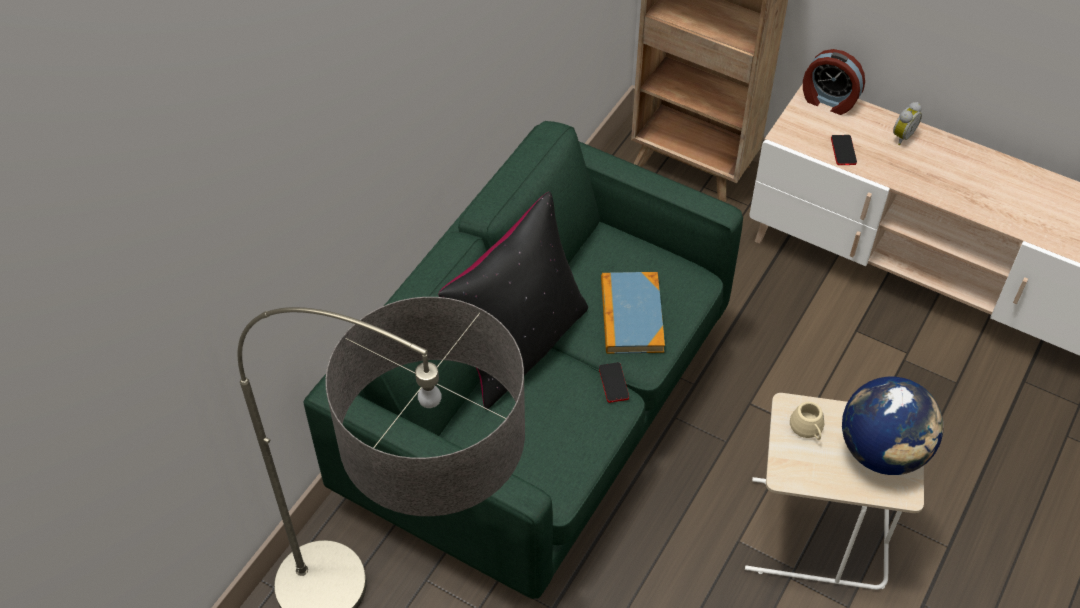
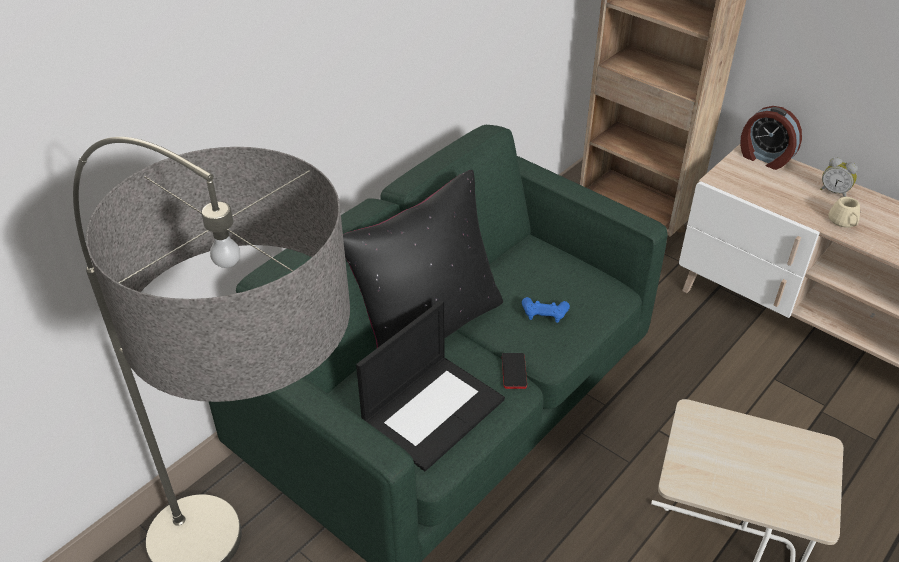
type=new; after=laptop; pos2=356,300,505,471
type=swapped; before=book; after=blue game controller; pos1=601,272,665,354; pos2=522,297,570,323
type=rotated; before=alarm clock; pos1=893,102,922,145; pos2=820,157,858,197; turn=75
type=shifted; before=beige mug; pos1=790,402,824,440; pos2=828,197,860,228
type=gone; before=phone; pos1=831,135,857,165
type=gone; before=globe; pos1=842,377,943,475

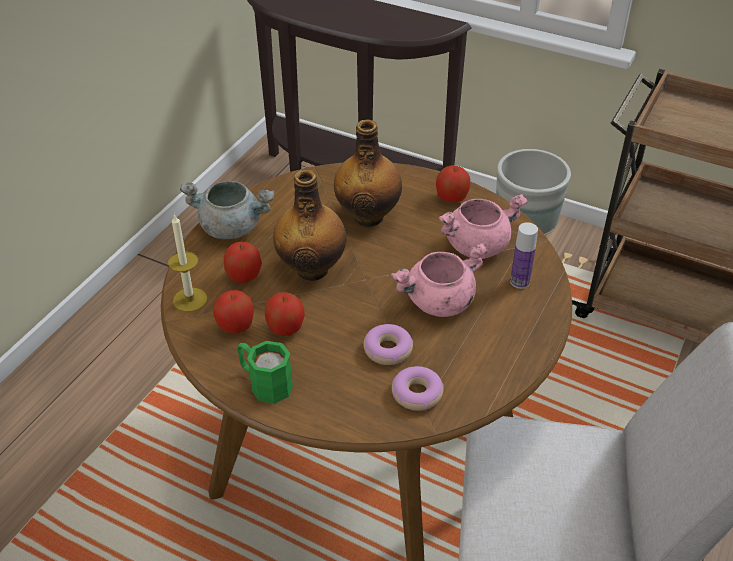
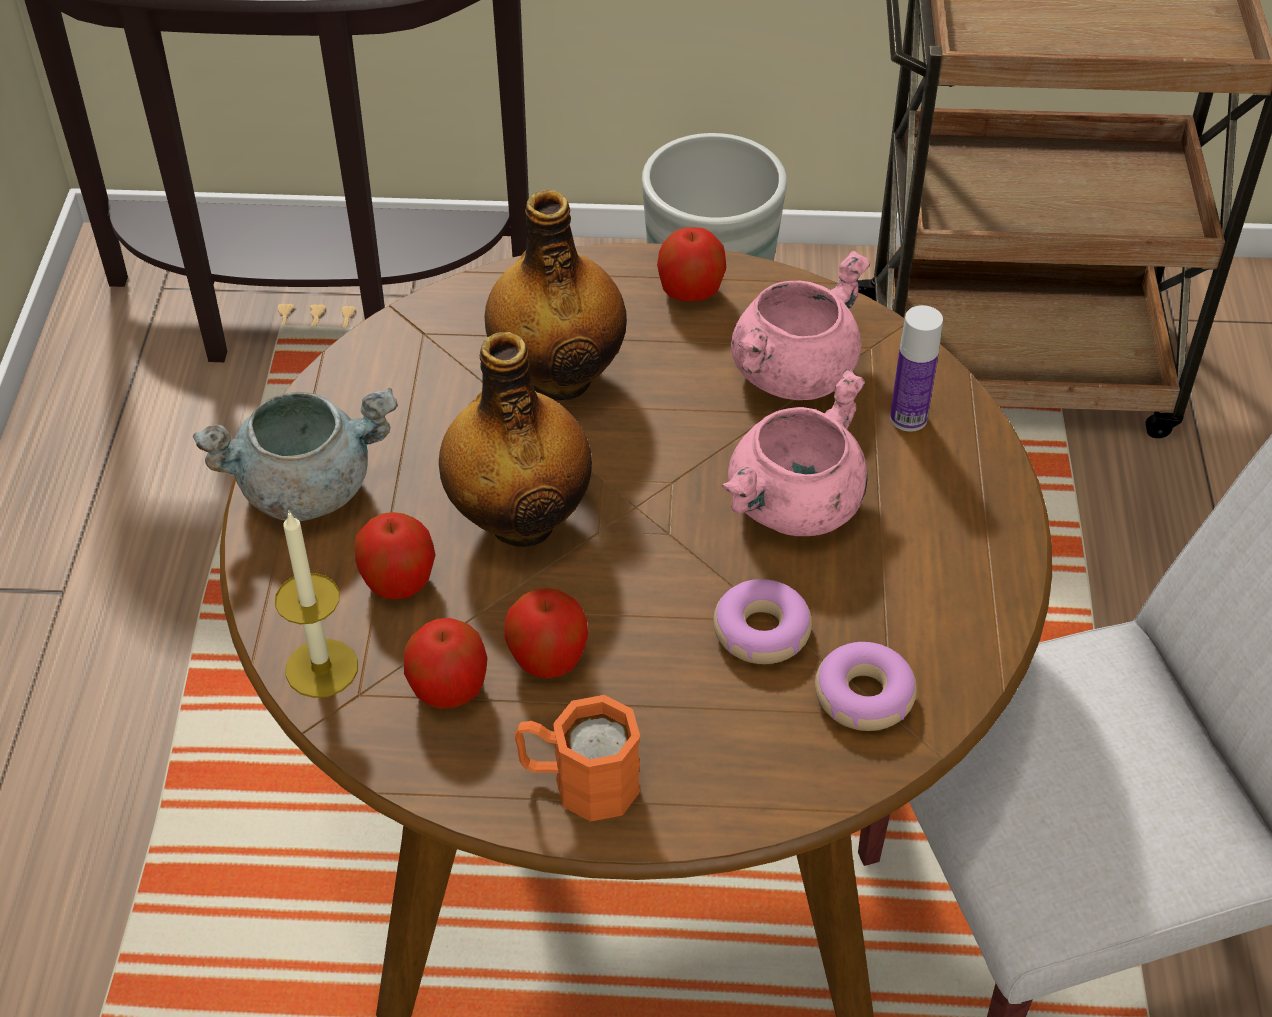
type=repainted; before=green mug; after=orange mug; pos1=237,341,293,404; pos2=515,695,640,822

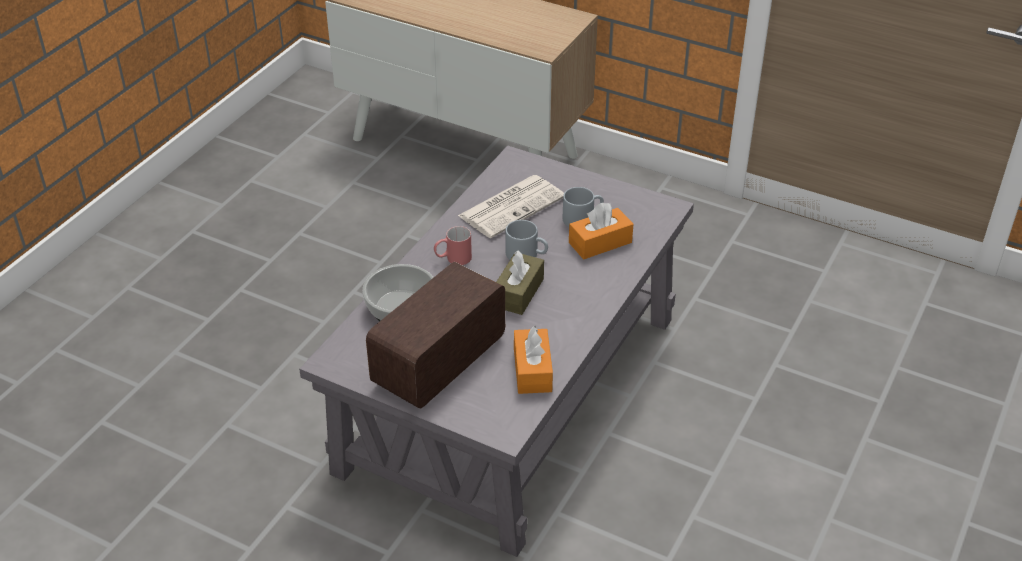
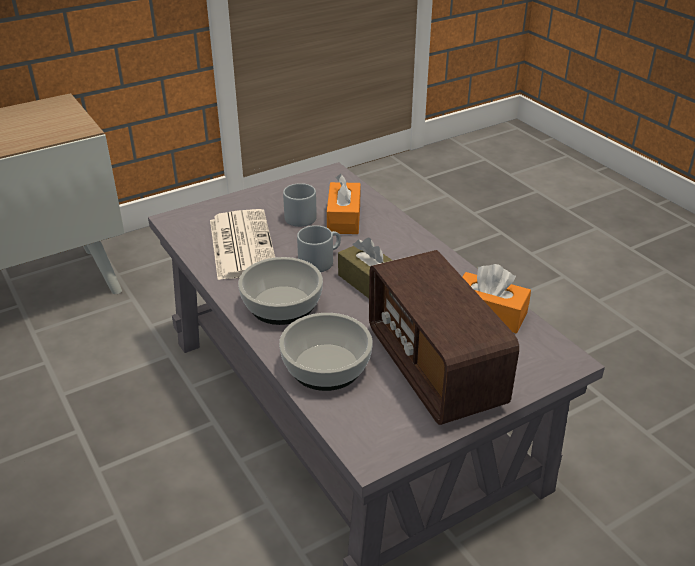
type=swapped; before=red mug; after=bowl; pos1=434,226,472,265; pos2=238,257,323,325

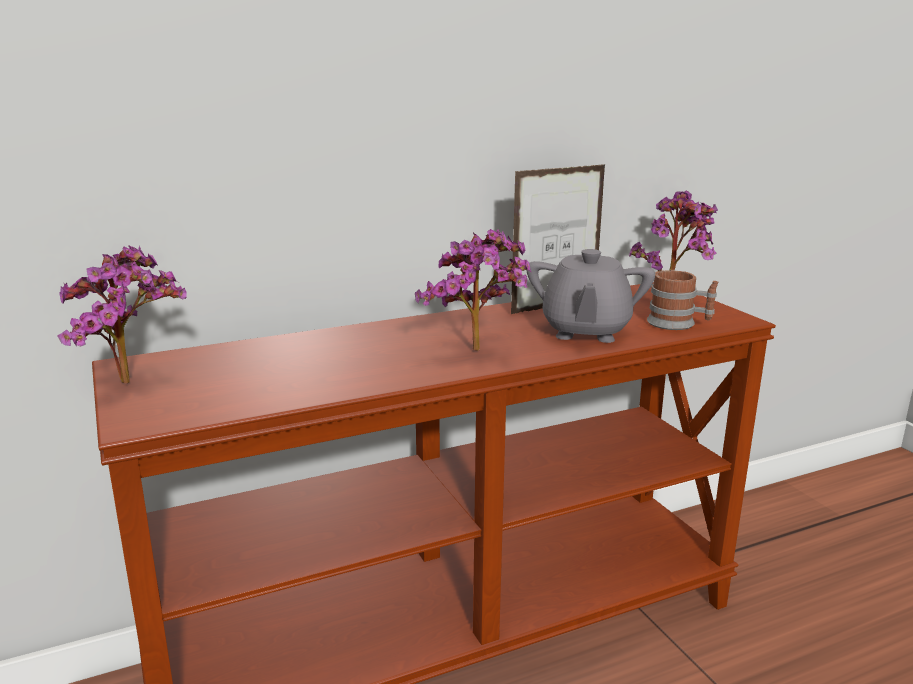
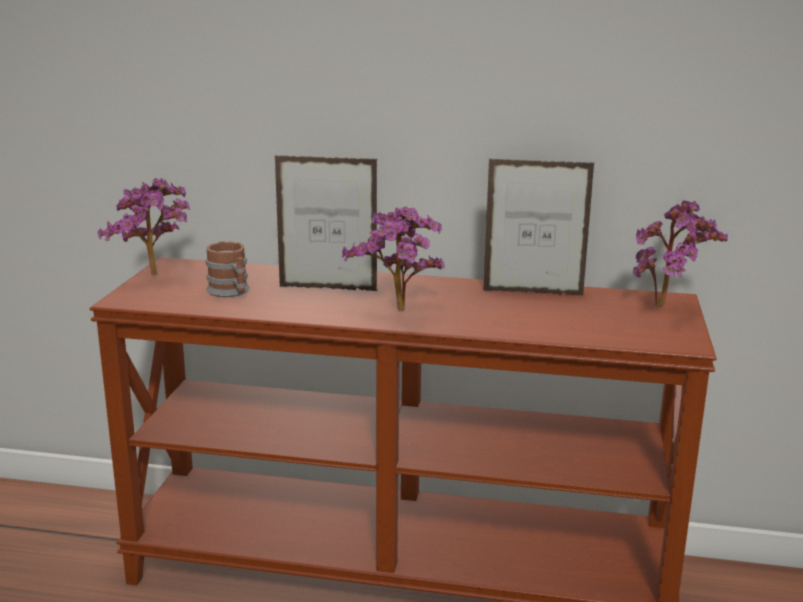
type=shifted; before=mug; pos1=647,270,718,330; pos2=206,241,250,297
type=new; after=picture frame; pos2=275,155,378,291
type=gone; before=grey teapot; pos1=526,249,655,343

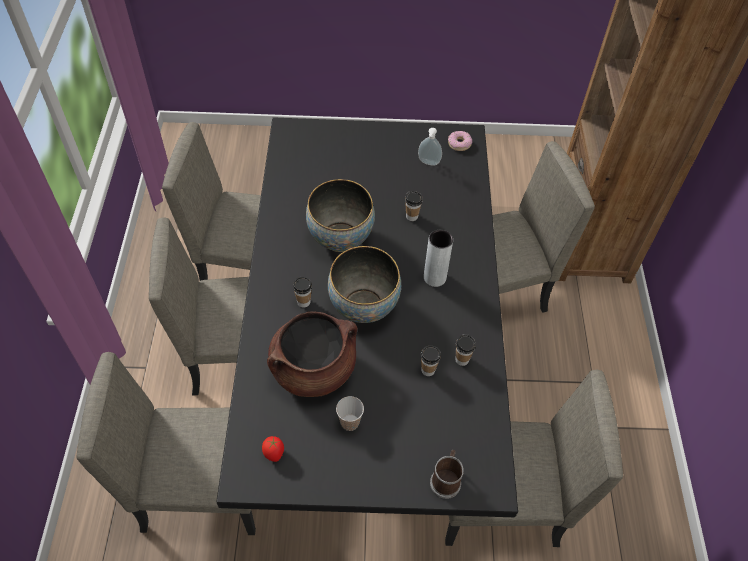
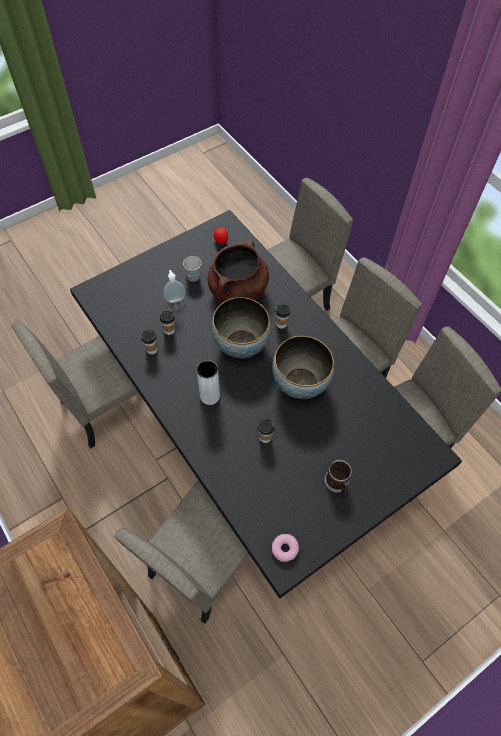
type=shifted; before=soap dispenser; pos1=418,128,442,166; pos2=164,270,185,303
type=shifted; before=mug; pos1=430,450,464,499; pos2=324,460,352,494

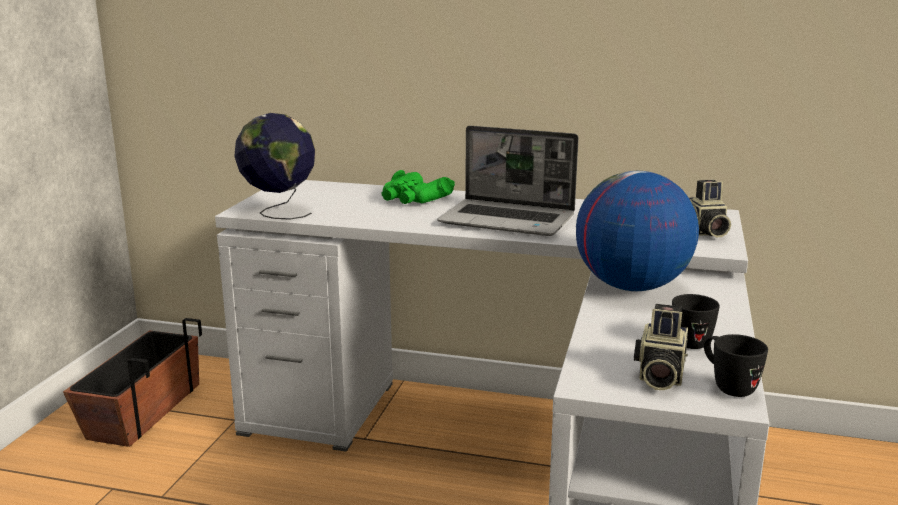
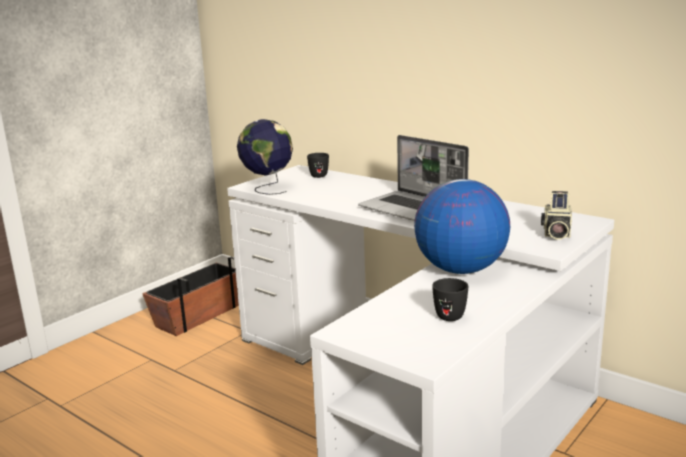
type=shifted; before=black mug; pos1=704,334,768,397; pos2=307,153,329,178
type=gone; before=green binoculars; pos1=382,170,455,204
type=gone; before=photo camera; pos1=634,304,688,390

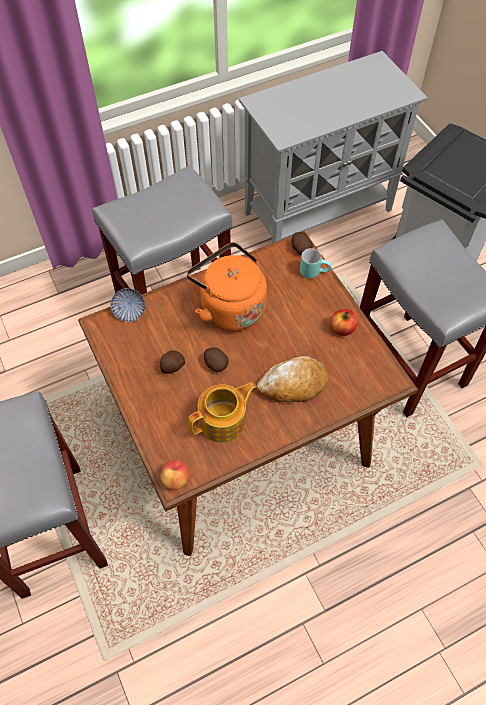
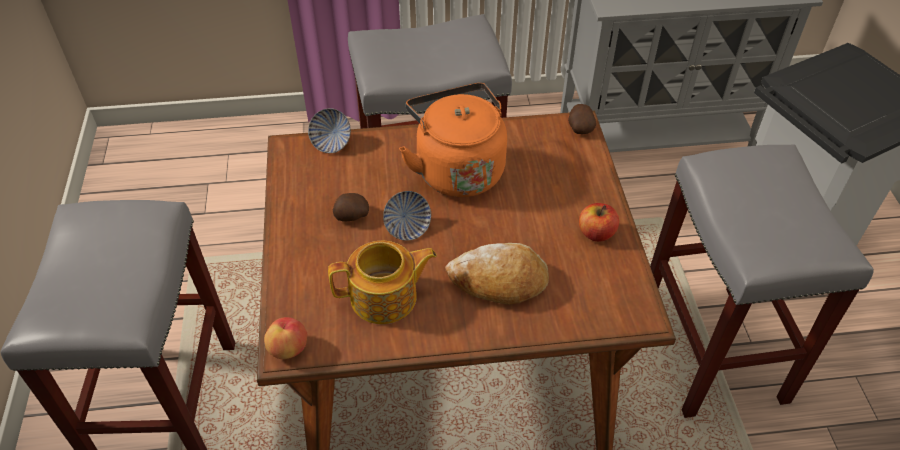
type=swapped; before=potato; after=bowl; pos1=204,347,229,372; pos2=383,191,431,241
type=gone; before=turquoise mug; pos1=300,248,332,279

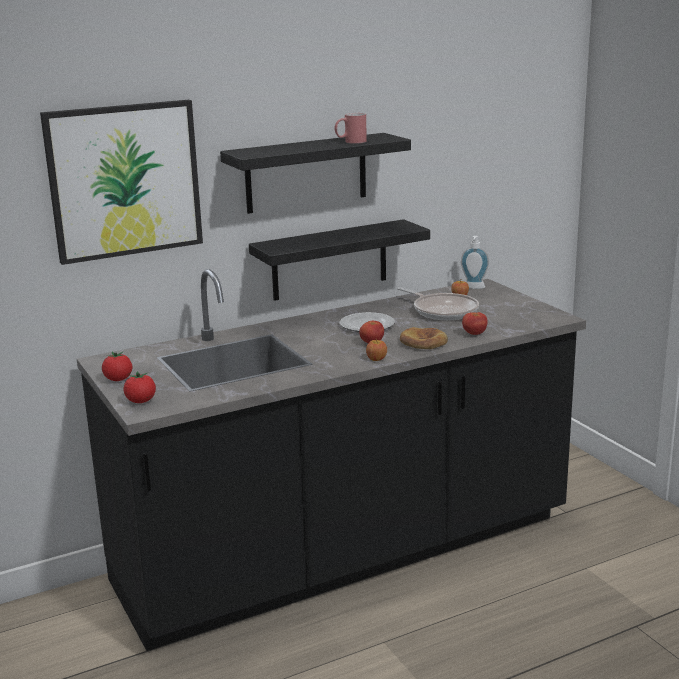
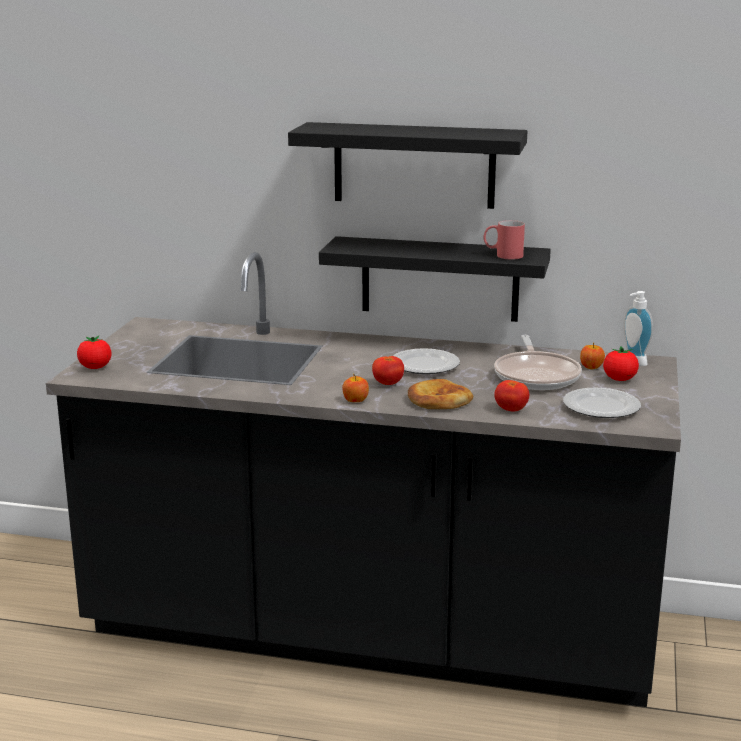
type=shifted; before=red mug; pos1=334,113,367,144; pos2=483,220,525,260
type=new; after=plate; pos2=563,388,641,418
type=shifted; before=tomato; pos1=102,351,132,381; pos2=603,346,639,381
type=gone; before=picture; pos1=40,100,203,265

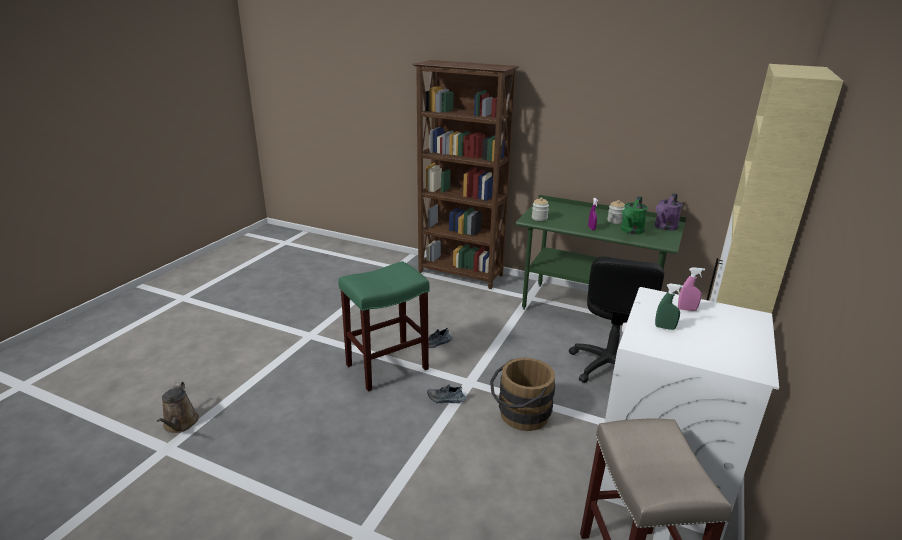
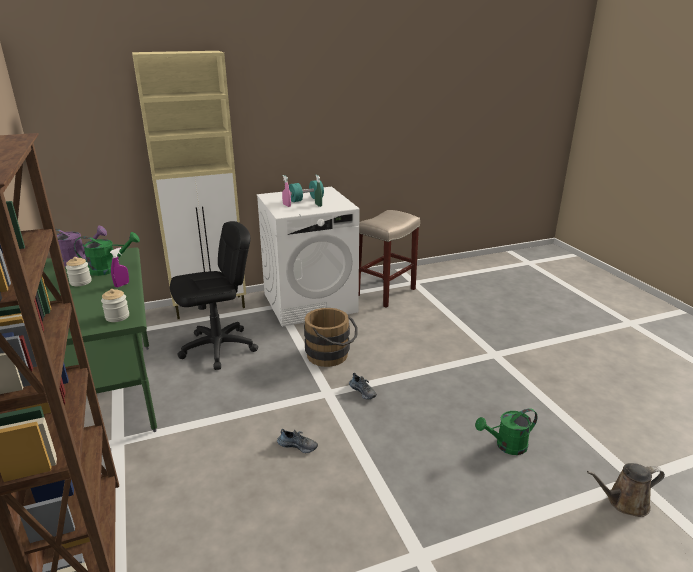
type=new; after=turquoise dumbbell; pos2=289,180,324,202
type=new; after=green watering can; pos2=475,408,538,455
type=rotated; before=brown watering can; pos1=157,381,199,433; pos2=587,463,665,517; turn=-135
type=gone; before=green stool; pos1=338,261,430,392

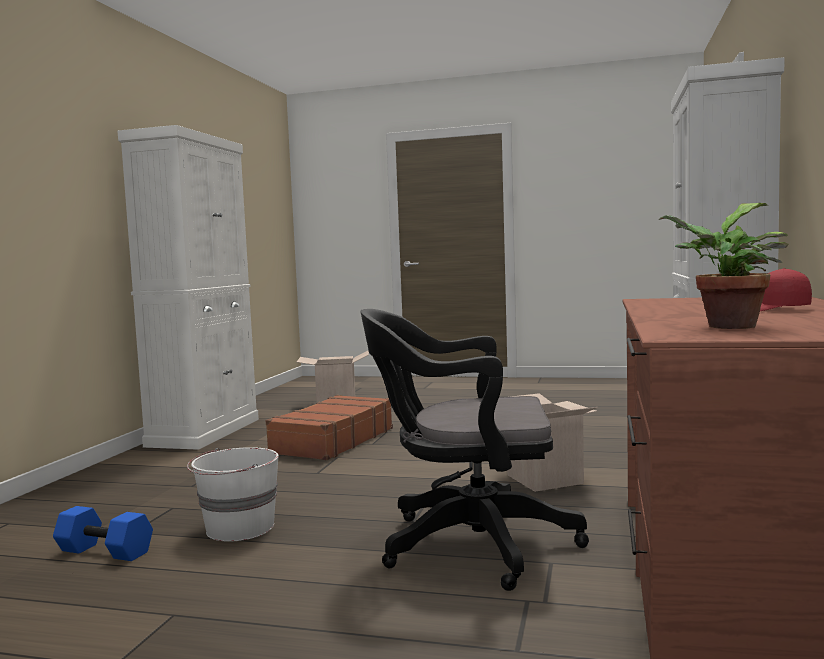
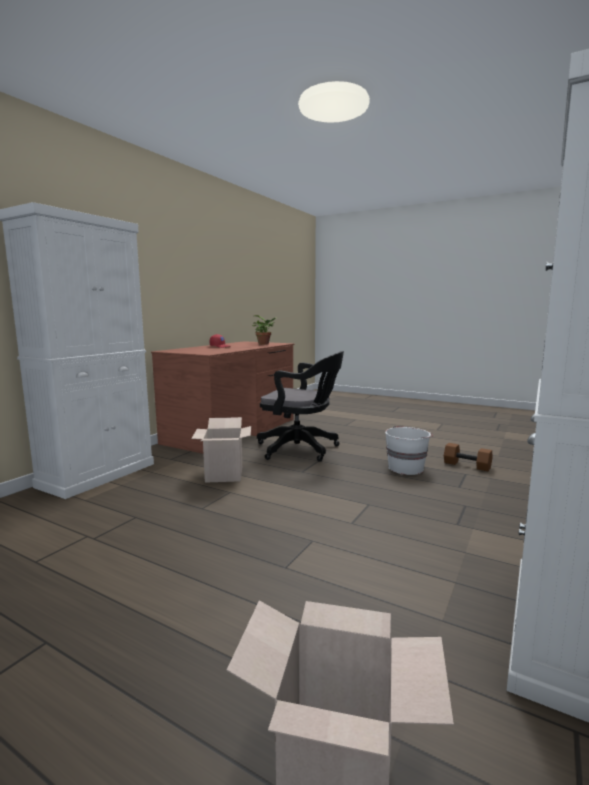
type=repainted; before=blue dumbbell; after=brown dumbbell; pos1=53,506,153,561; pos2=444,443,493,471
type=gone; before=brown suitcase; pos1=266,395,393,460

